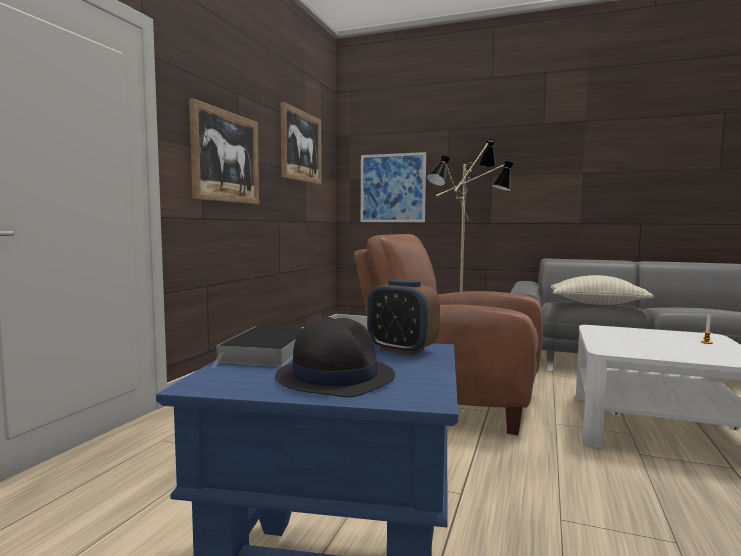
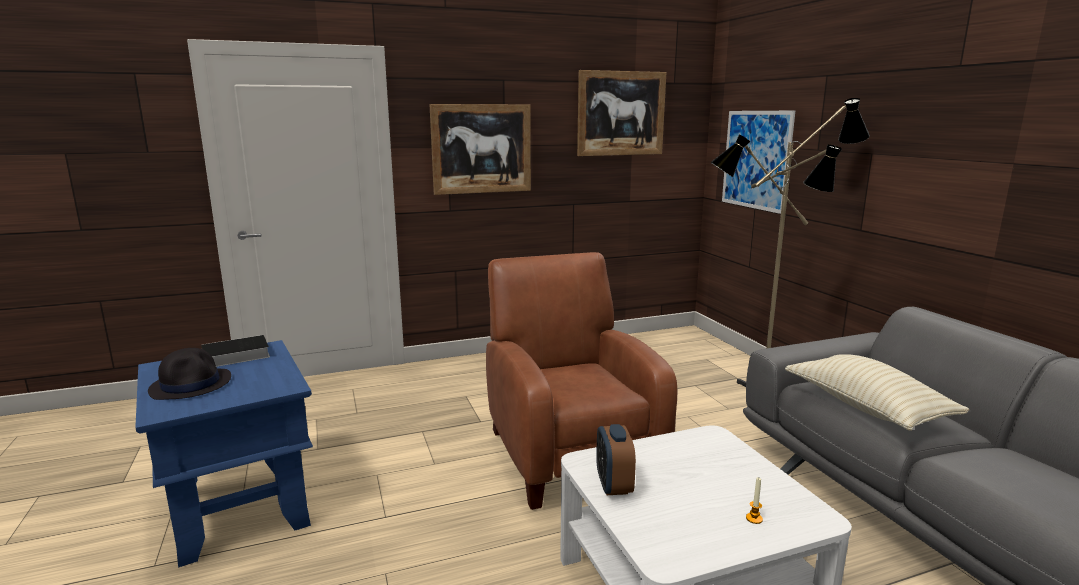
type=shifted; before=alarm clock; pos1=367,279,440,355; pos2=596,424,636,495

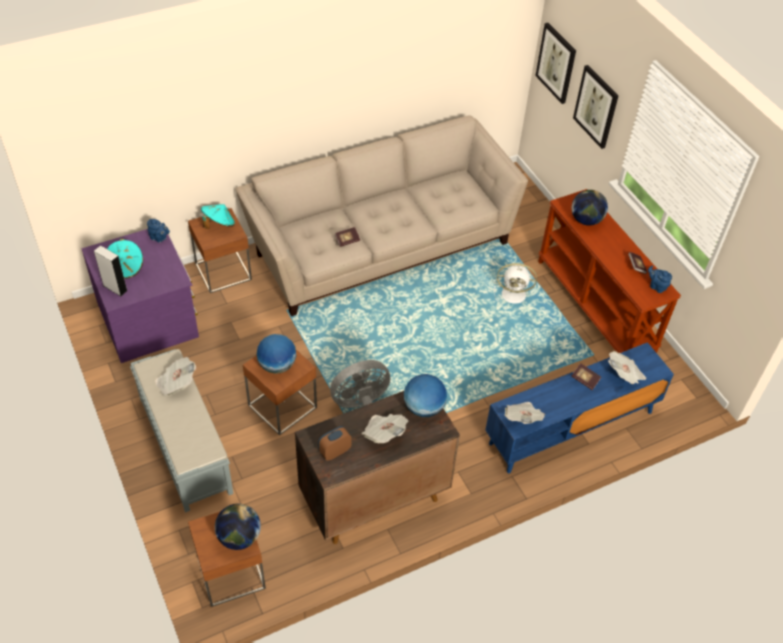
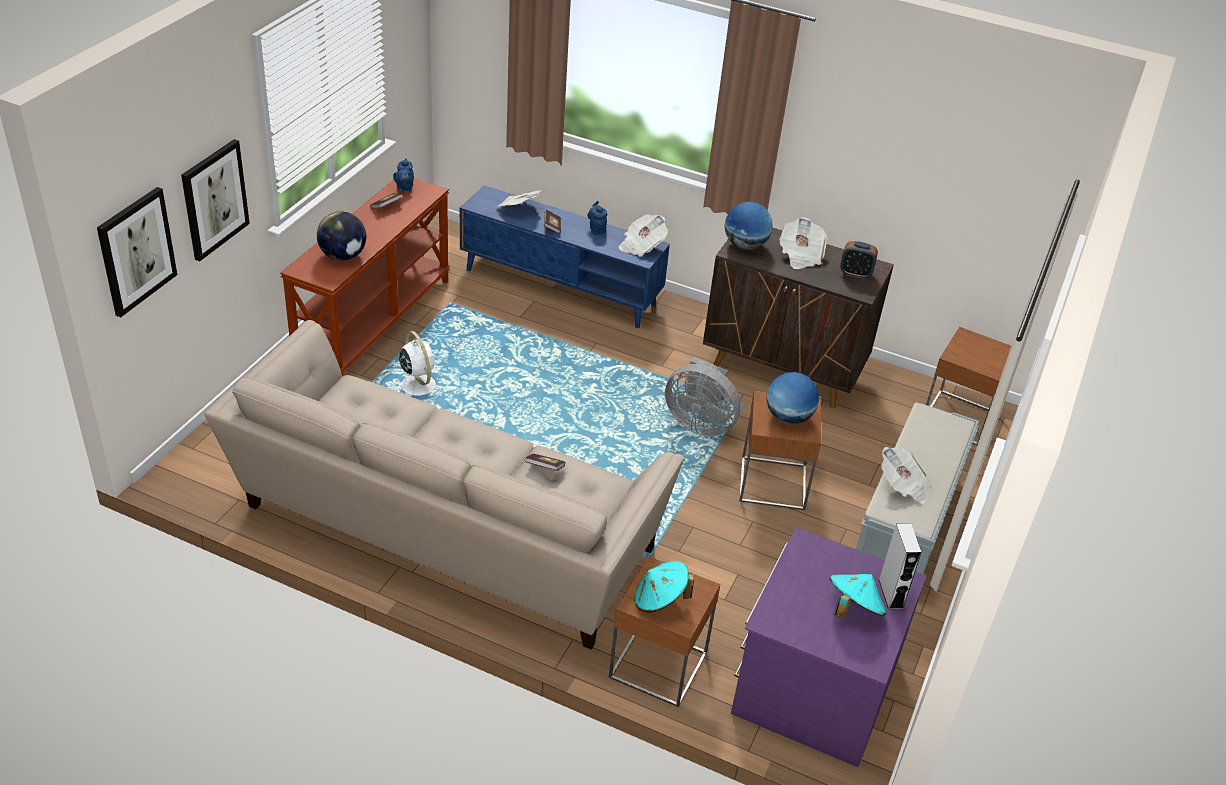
type=shifted; before=blue teapot; pos1=147,219,170,242; pos2=588,201,607,234
type=gone; before=globe; pos1=215,503,261,550

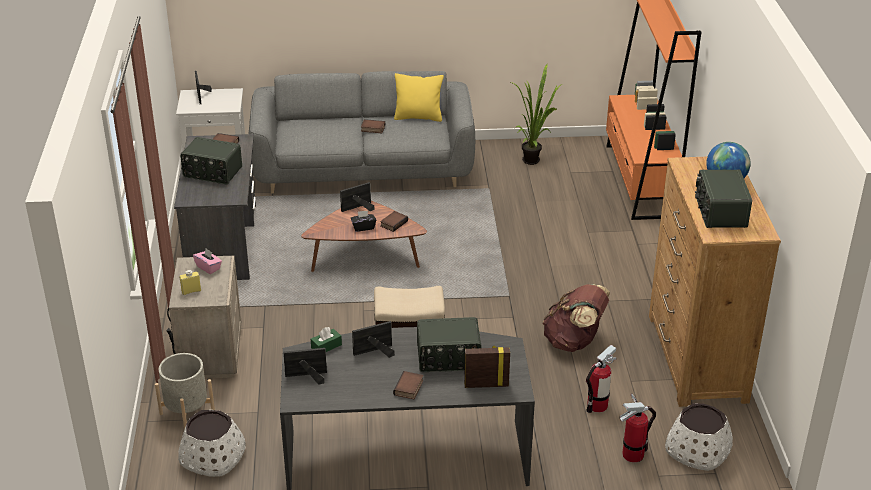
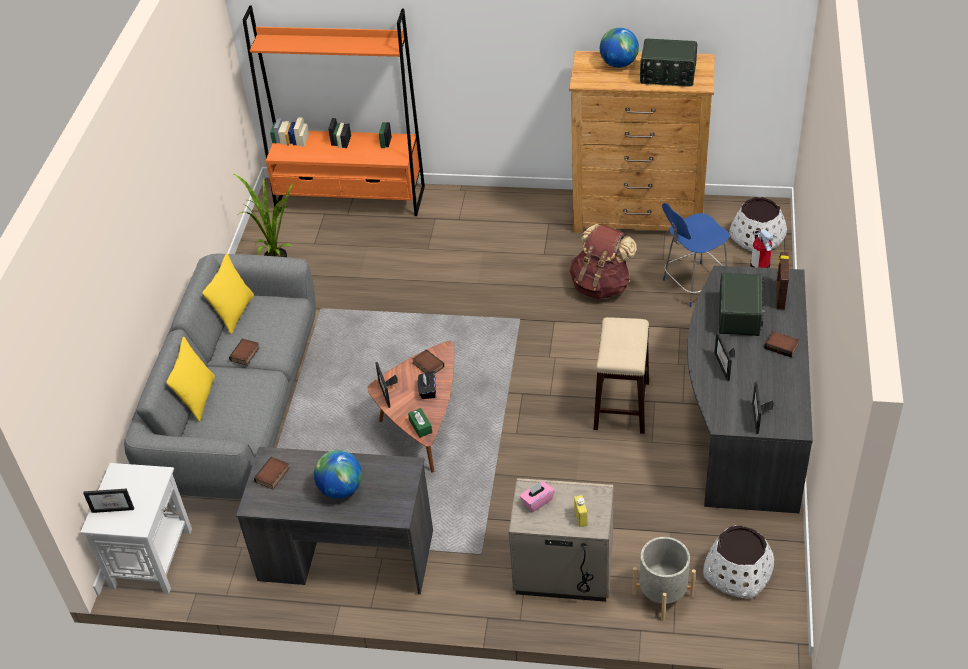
type=new; after=yellow pillow; pos2=167,337,215,422
type=swapped; before=radio; after=globe; pos1=180,137,242,184; pos2=314,450,362,499
type=shifted; before=green tissue box; pos1=311,327,342,352; pos2=408,408,432,438
type=swapped; before=fire extinguisher; after=blue chair; pos1=586,345,616,413; pos2=662,203,729,307

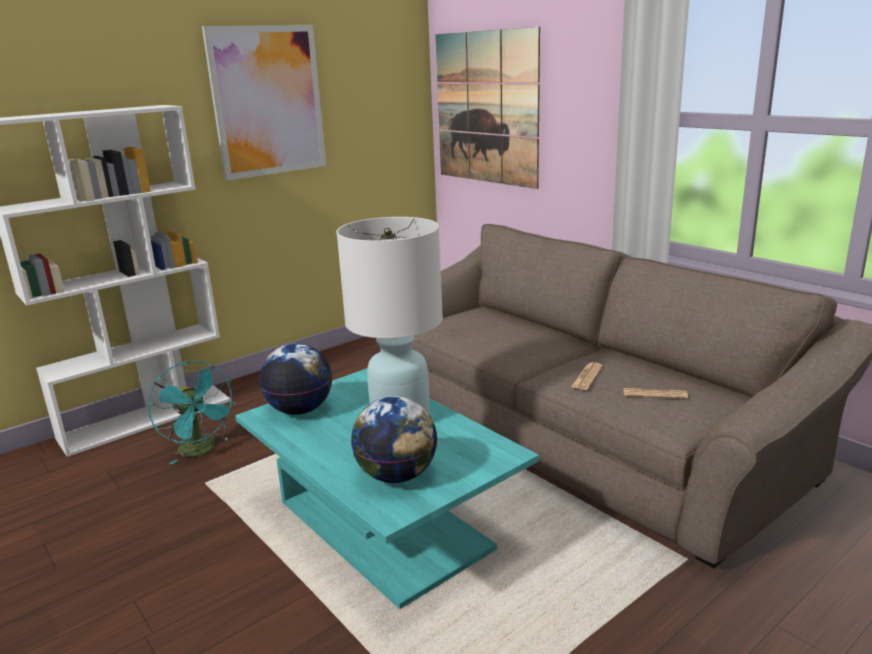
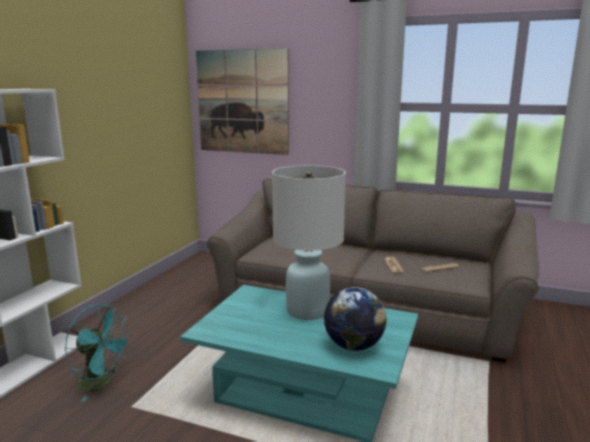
type=gone; before=picture; pos1=202,25,326,181
type=gone; before=globe; pos1=259,343,332,415

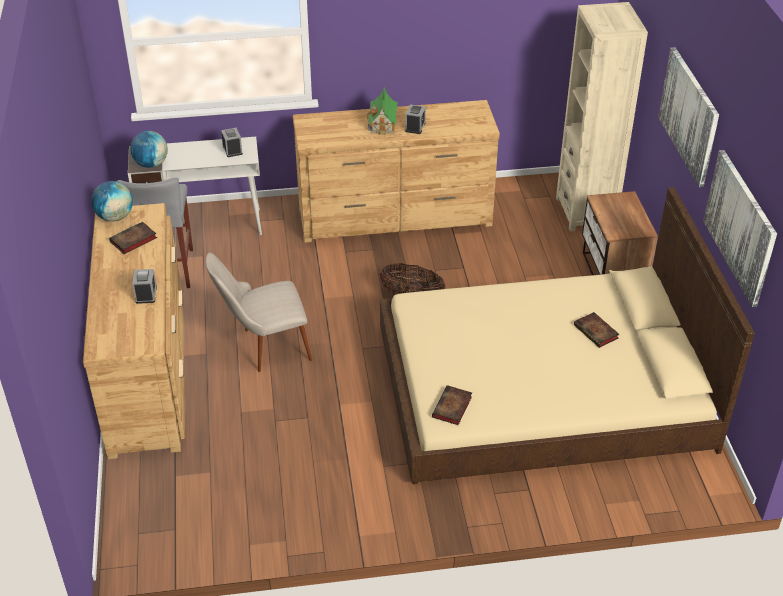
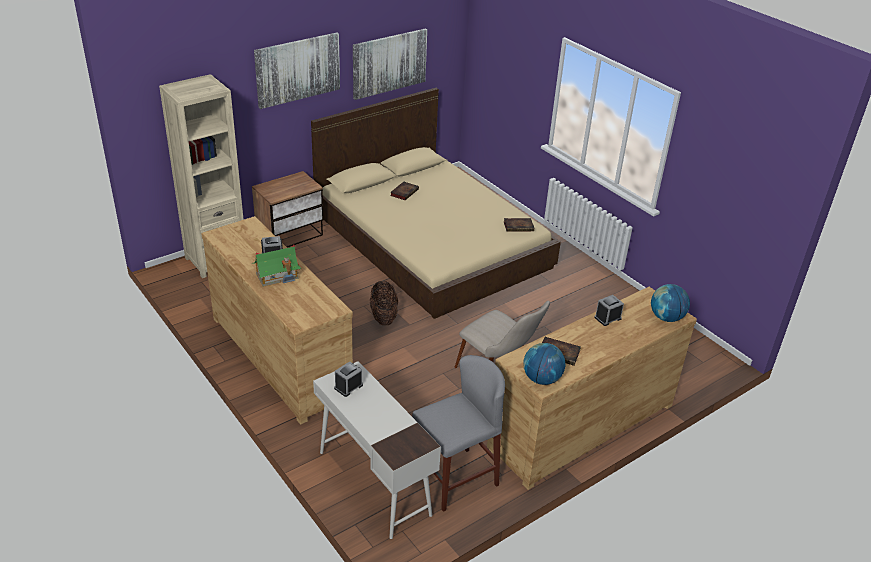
type=shifted; before=globe; pos1=130,131,168,168; pos2=651,284,690,322

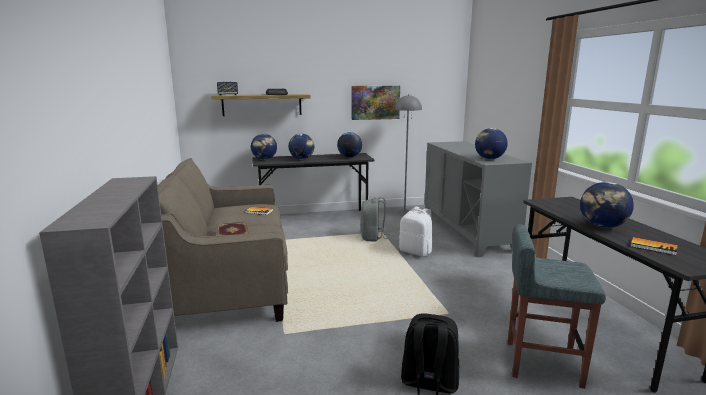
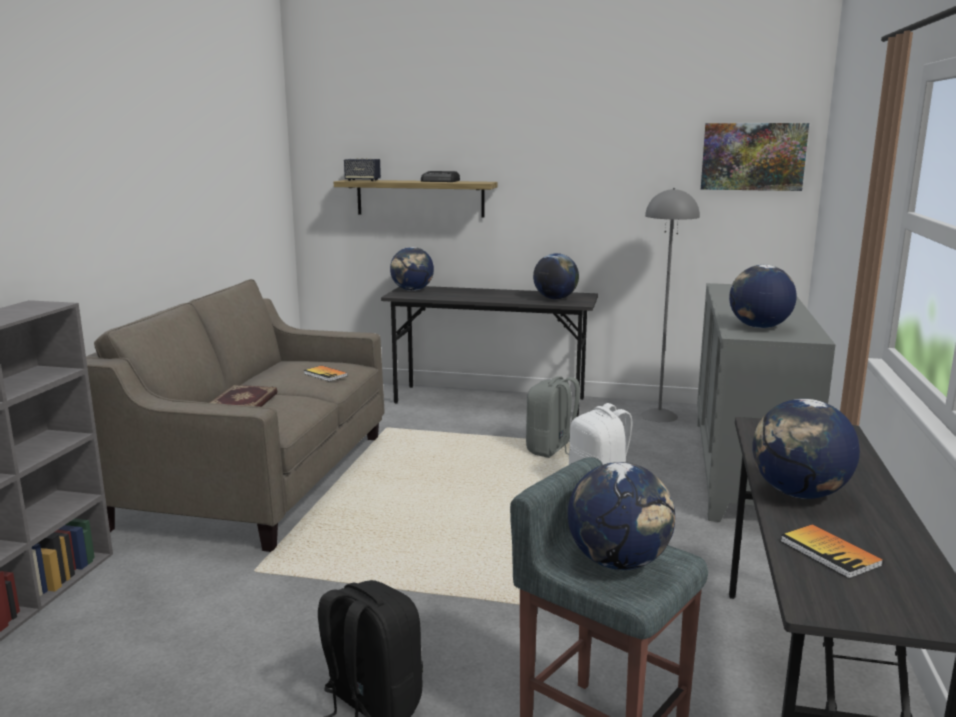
type=shifted; before=globe; pos1=289,133,314,159; pos2=568,462,675,570
type=shifted; before=picture; pos1=352,86,400,120; pos2=701,123,809,191

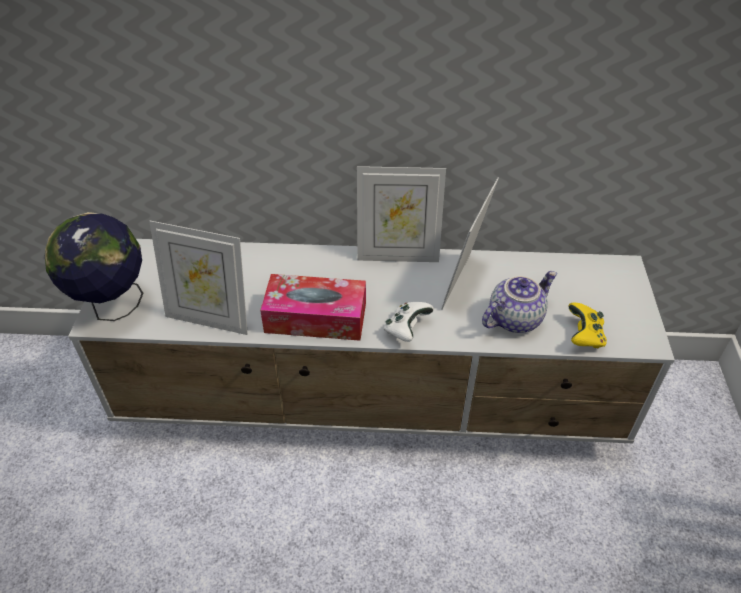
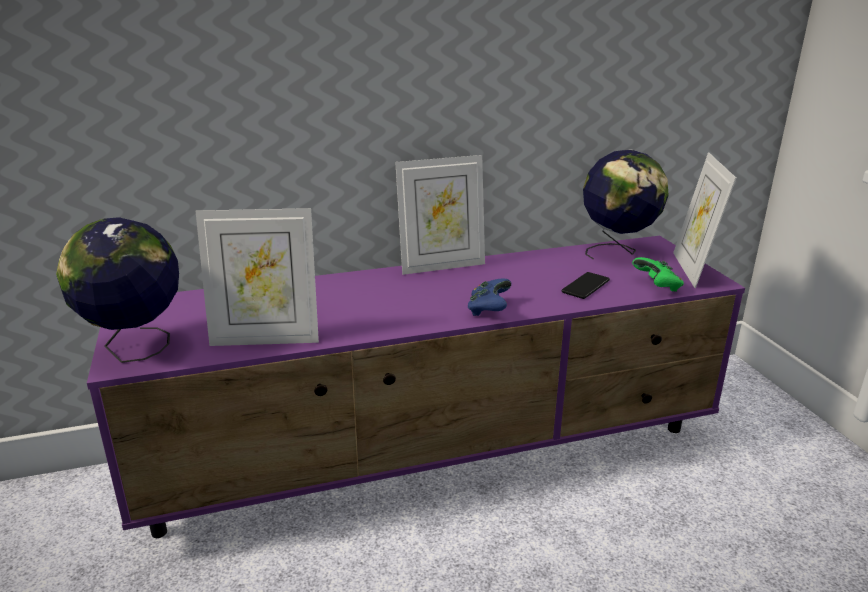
type=repainted; before=white tv stand; after=purple tv stand; pos1=68,239,675,443; pos2=87,236,745,538
type=repainted; before=white game controller; after=blue game controller; pos1=384,302,434,342; pos2=468,278,512,316
type=swapped; before=teapot; after=phone; pos1=482,271,557,333; pos2=561,272,610,299
type=new; after=globe; pos2=583,149,669,259
type=repainted; before=yellow game controller; after=green game controller; pos1=568,302,607,348; pos2=632,257,684,292
type=shifted; before=picture frame; pos1=441,178,499,309; pos2=673,152,736,288
type=gone; before=tissue box; pos1=260,274,366,341

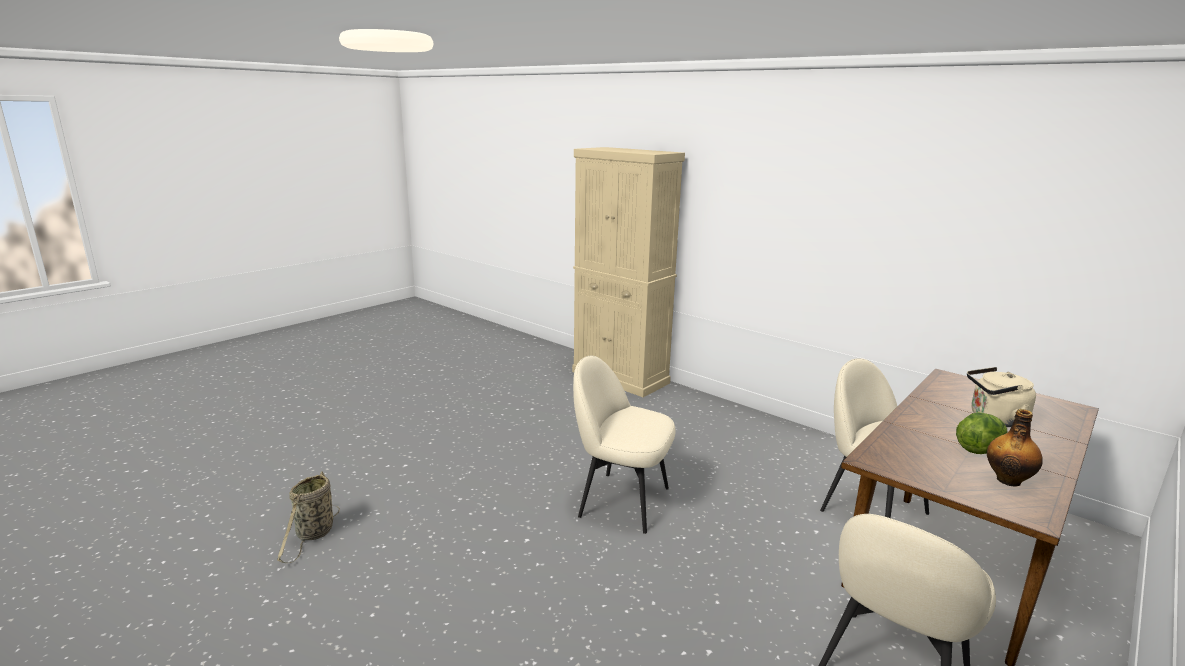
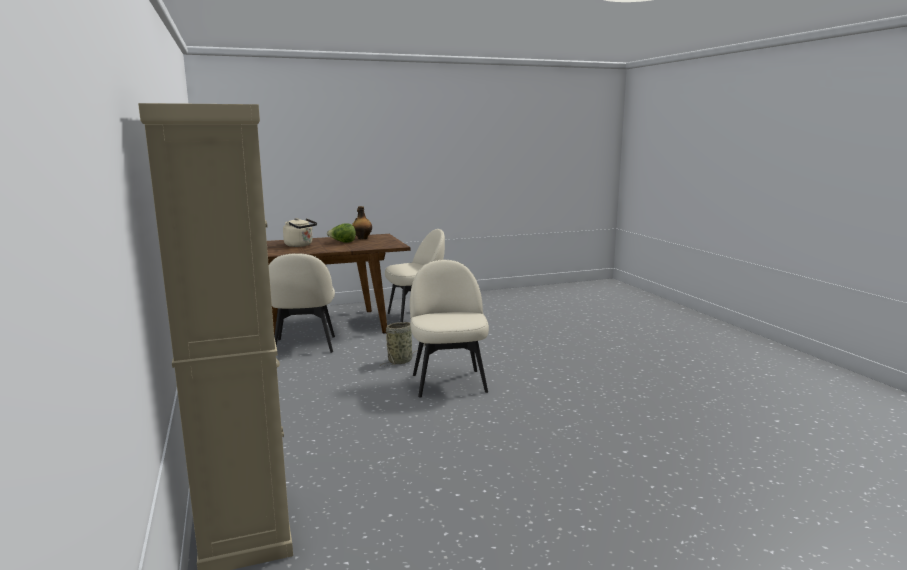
type=shifted; before=basket; pos1=277,471,340,563; pos2=380,322,426,366
type=rotated; before=beige chair; pos1=573,355,676,534; pos2=410,260,489,398; turn=-150

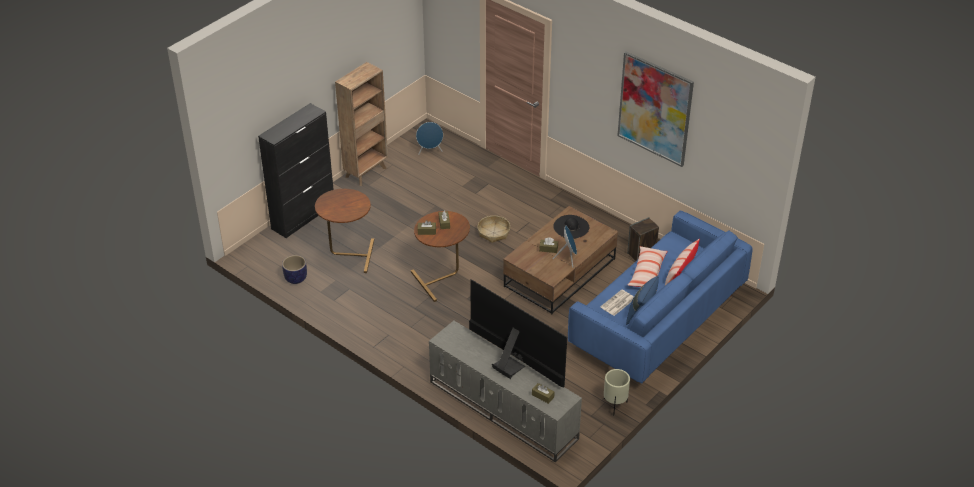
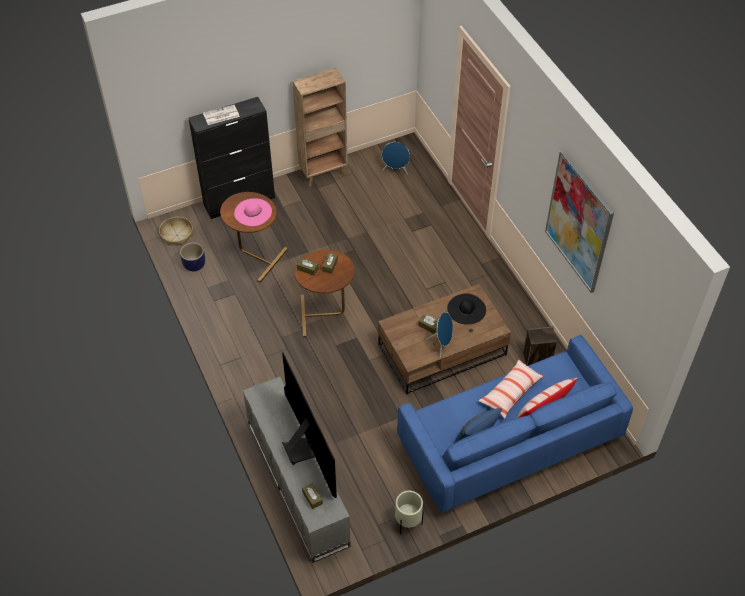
type=shifted; before=basket; pos1=477,216,510,243; pos2=159,217,193,245
type=shifted; before=newspaper; pos1=600,290,634,316; pos2=203,105,240,125
type=new; after=pink hat; pos2=234,198,272,226

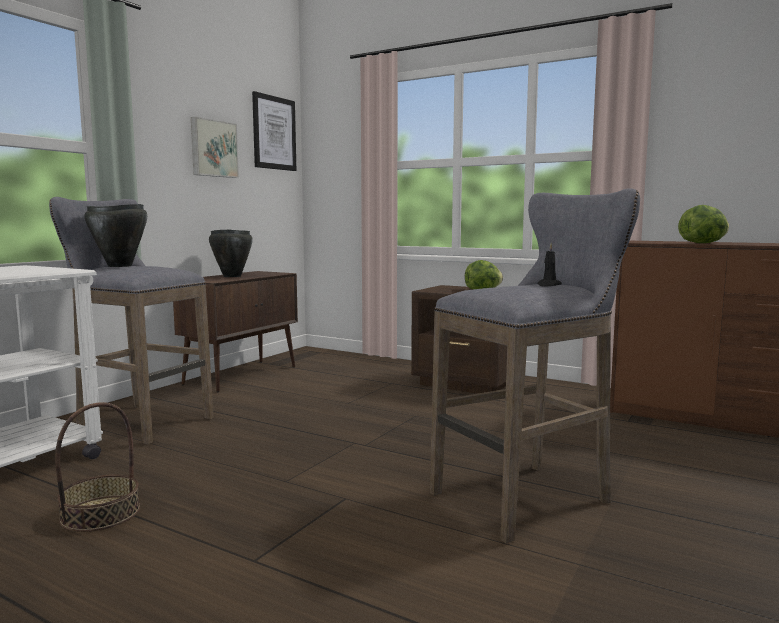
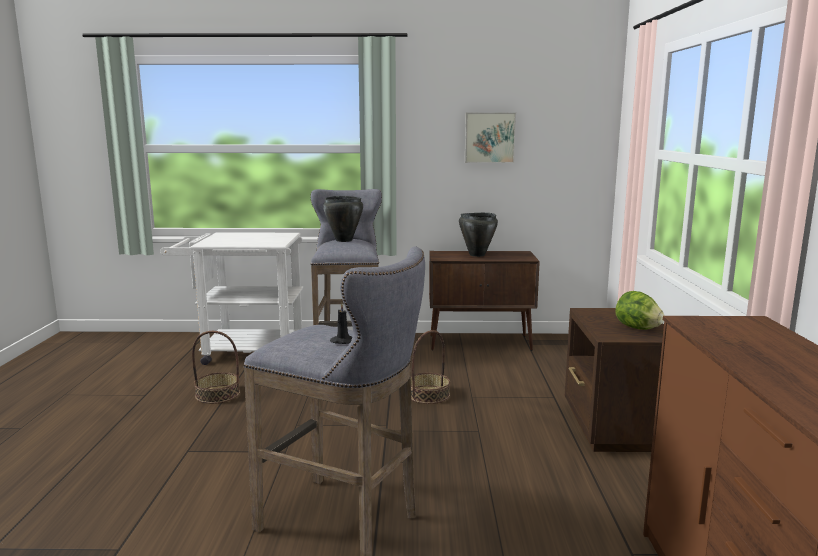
type=new; after=basket; pos2=411,330,450,404
type=gone; before=picture; pos1=252,91,296,171
type=gone; before=lettuce; pos1=678,205,729,243

